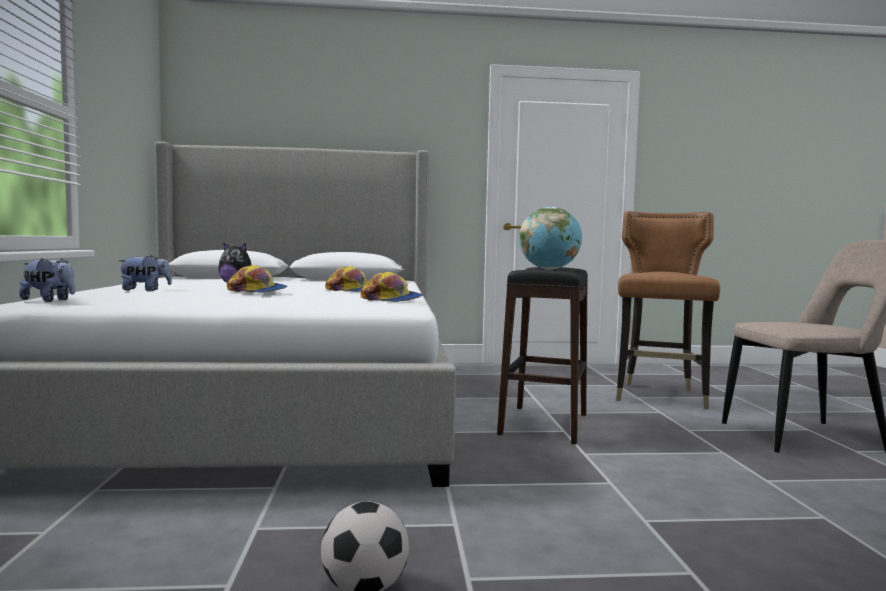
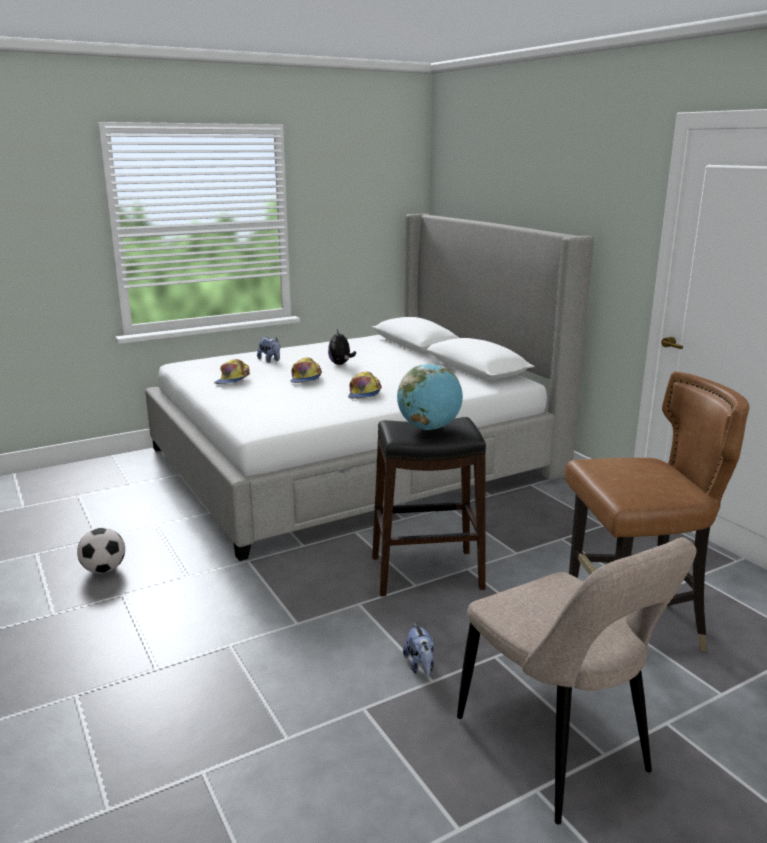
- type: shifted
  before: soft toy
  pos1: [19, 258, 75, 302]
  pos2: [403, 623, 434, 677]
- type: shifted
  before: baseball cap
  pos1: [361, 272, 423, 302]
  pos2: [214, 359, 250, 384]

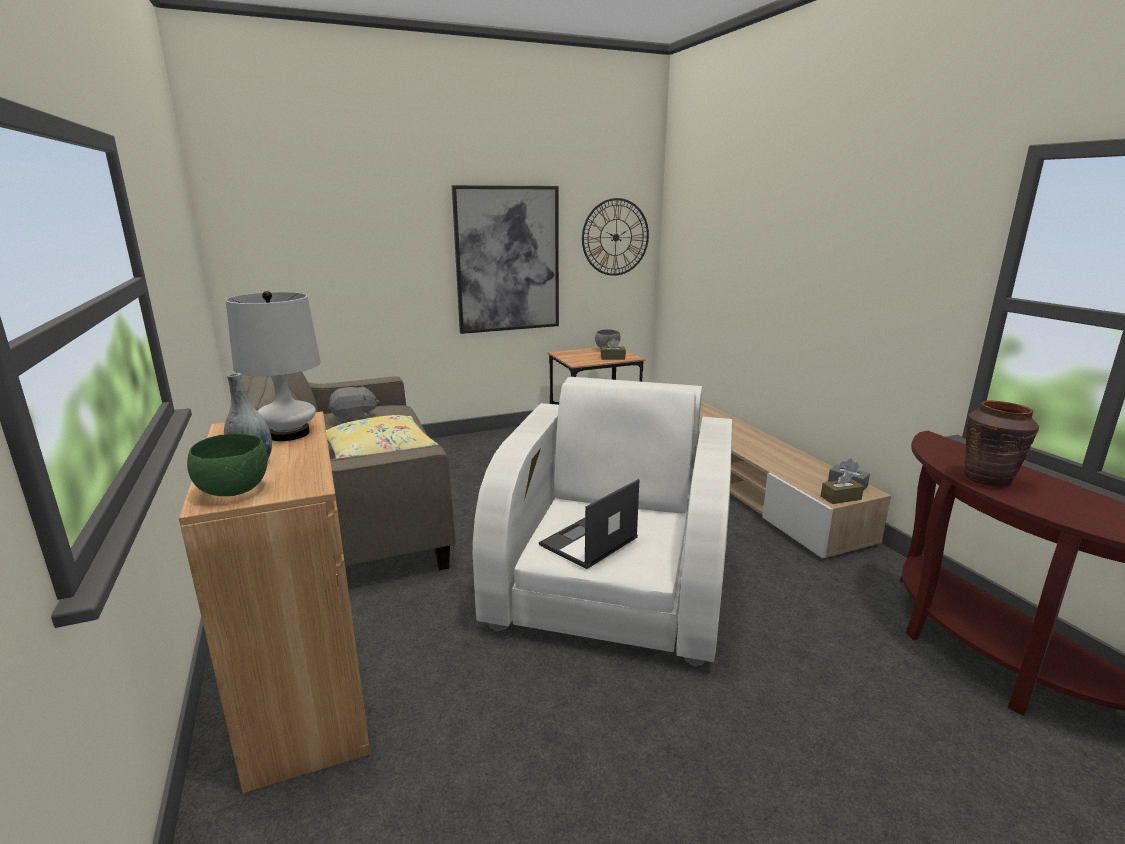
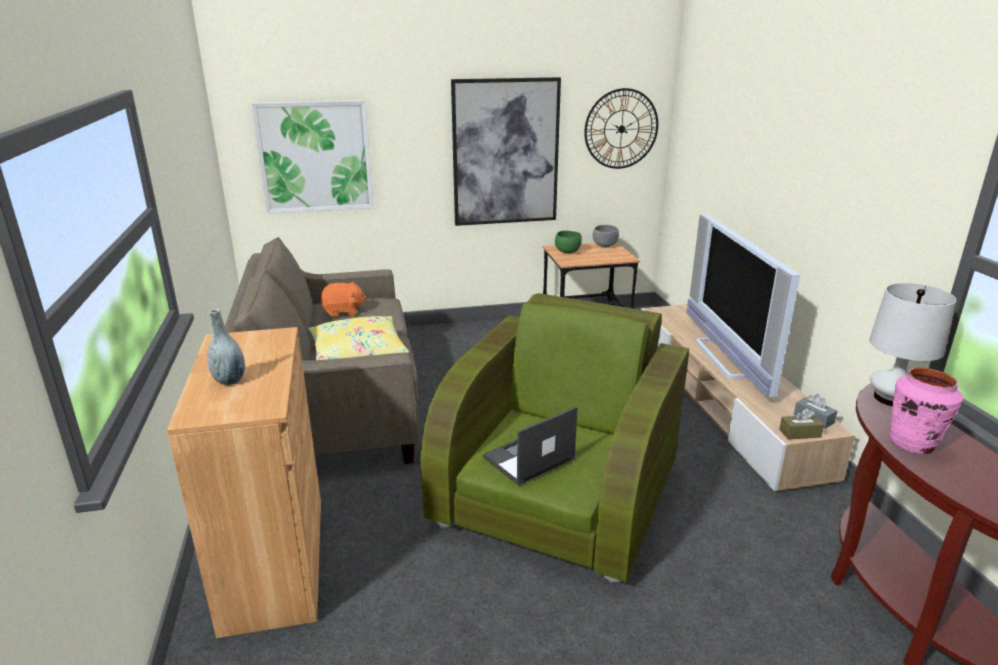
- type: gone
  before: brown tissue box
  pos1: [601, 338, 626, 360]
- type: new
  after: wall art
  pos2: [251, 100, 374, 214]
- type: new
  after: television
  pos2: [686, 214, 800, 397]
- type: shifted
  before: greenish serving bowl
  pos1: [187, 434, 268, 496]
  pos2: [555, 231, 582, 253]
- type: shifted
  before: white-coloured lamp for a table
  pos1: [226, 291, 321, 441]
  pos2: [869, 283, 957, 406]
- type: repainted
  before: grey soft toy
  after: orange-coloured soft toy
  pos1: [328, 386, 379, 423]
  pos2: [320, 282, 367, 317]
- type: repainted
  before: white-coloured armchair
  after: greenish armchair
  pos1: [473, 377, 732, 667]
  pos2: [421, 293, 689, 583]
- type: repainted
  before: brown flower vase
  after: pink flower vase
  pos1: [964, 400, 1039, 487]
  pos2: [890, 367, 963, 455]

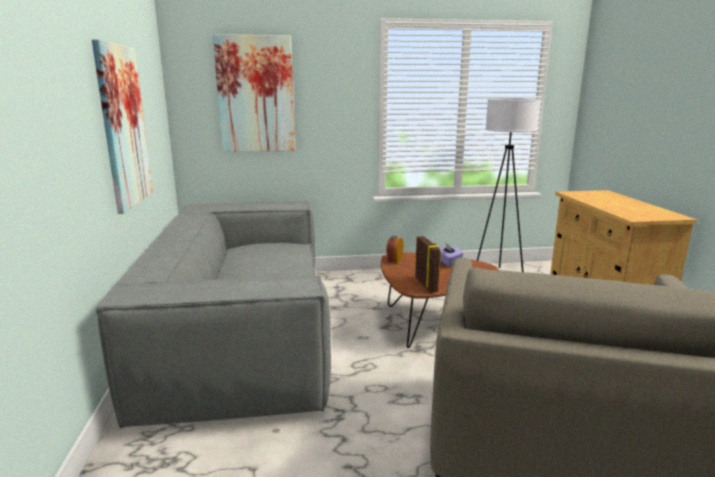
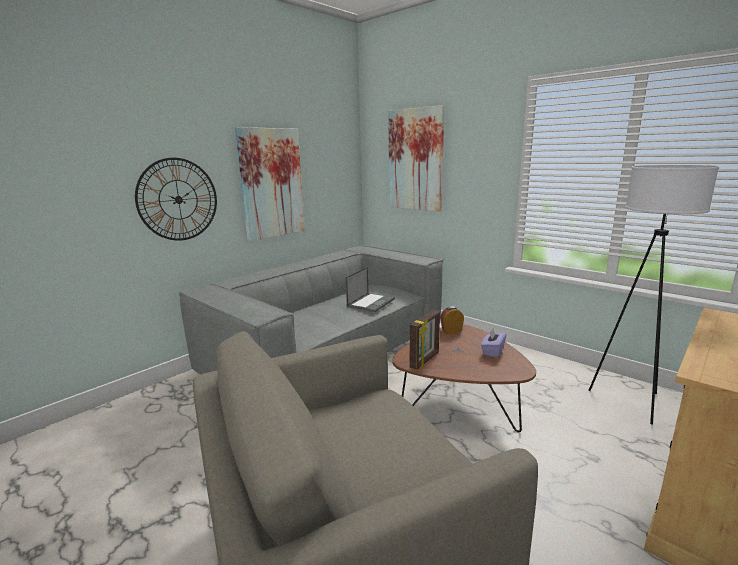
- type: new
  after: clock on the wall
  pos2: [135, 158, 217, 241]
- type: new
  after: portable computer
  pos2: [346, 267, 395, 312]

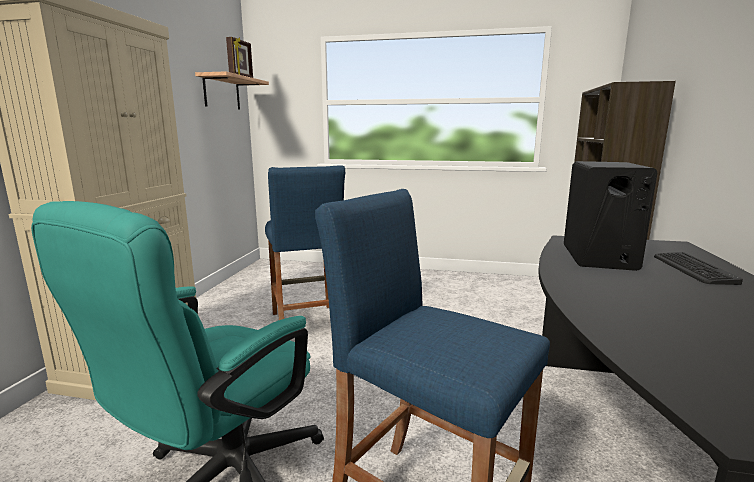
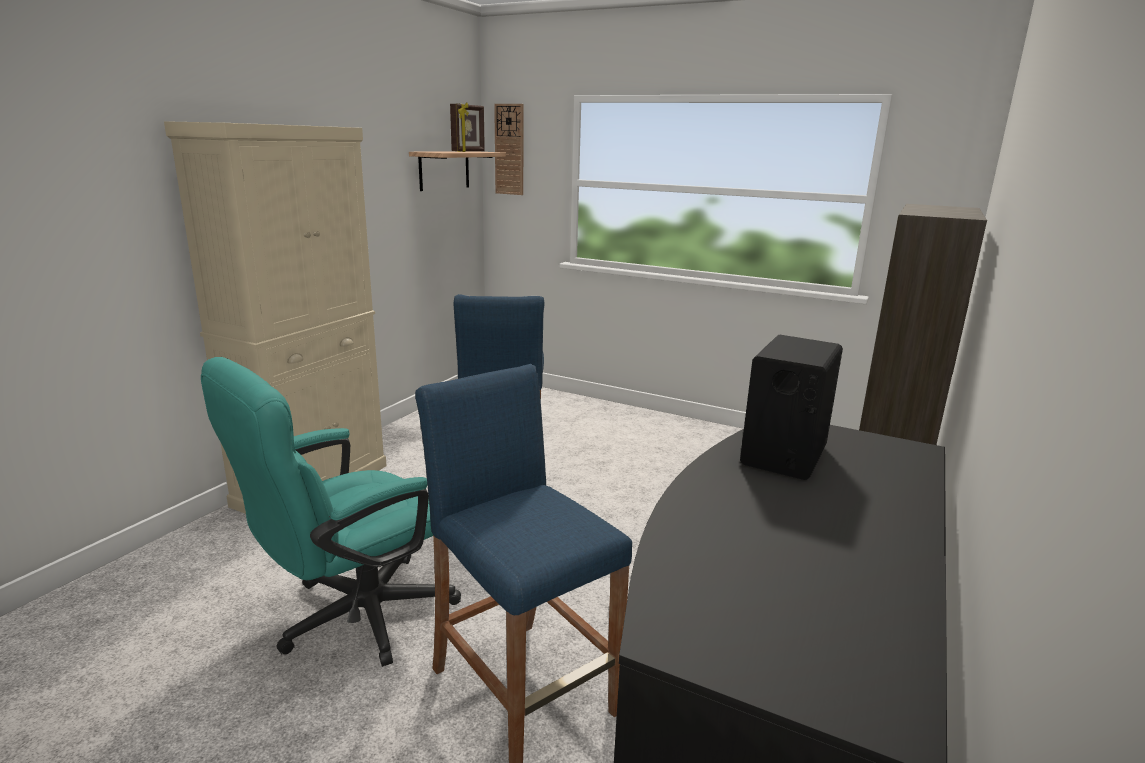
- type: gone
  before: computer keyboard
  pos1: [654, 252, 743, 285]
- type: new
  after: clock on the wall
  pos2: [494, 104, 523, 195]

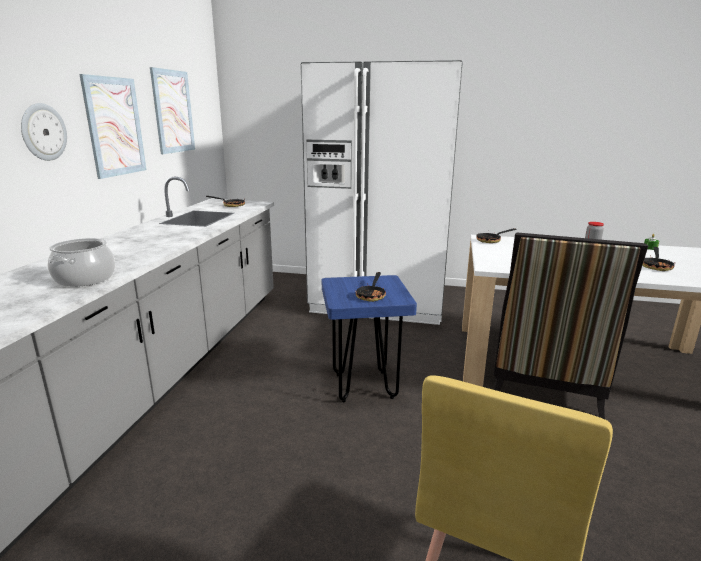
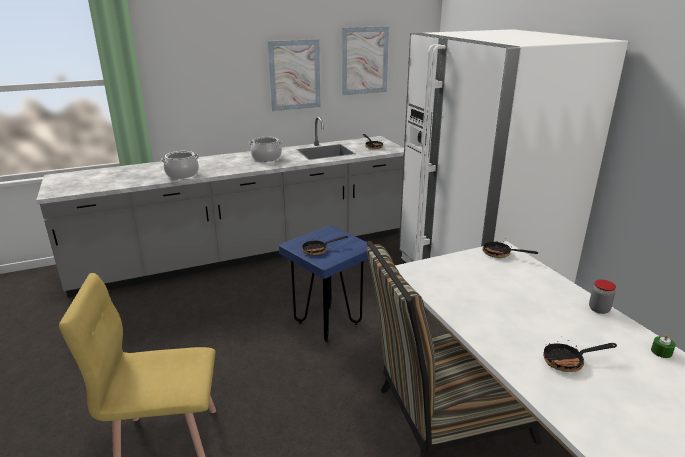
- type: gone
  before: clock on the wall
  pos1: [21, 103, 67, 161]
- type: new
  after: stockpot
  pos2: [249, 137, 283, 162]

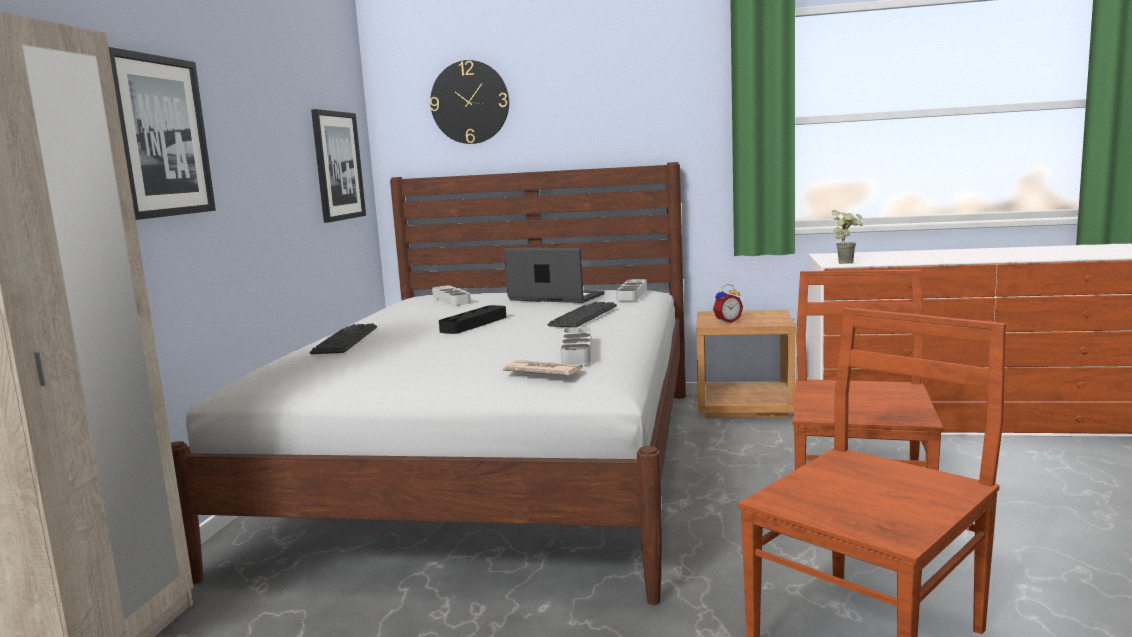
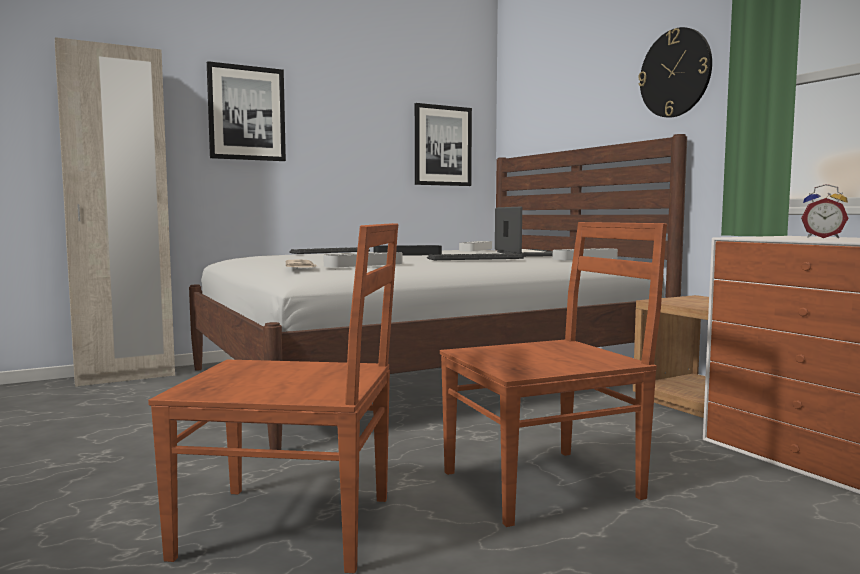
- type: gone
  before: houseplant
  pos1: [831, 210, 863, 264]
- type: shifted
  before: clock on the wall
  pos1: [430, 60, 509, 144]
  pos2: [638, 27, 712, 118]
- type: shifted
  before: bedside clock
  pos1: [713, 284, 743, 323]
  pos2: [801, 184, 848, 238]

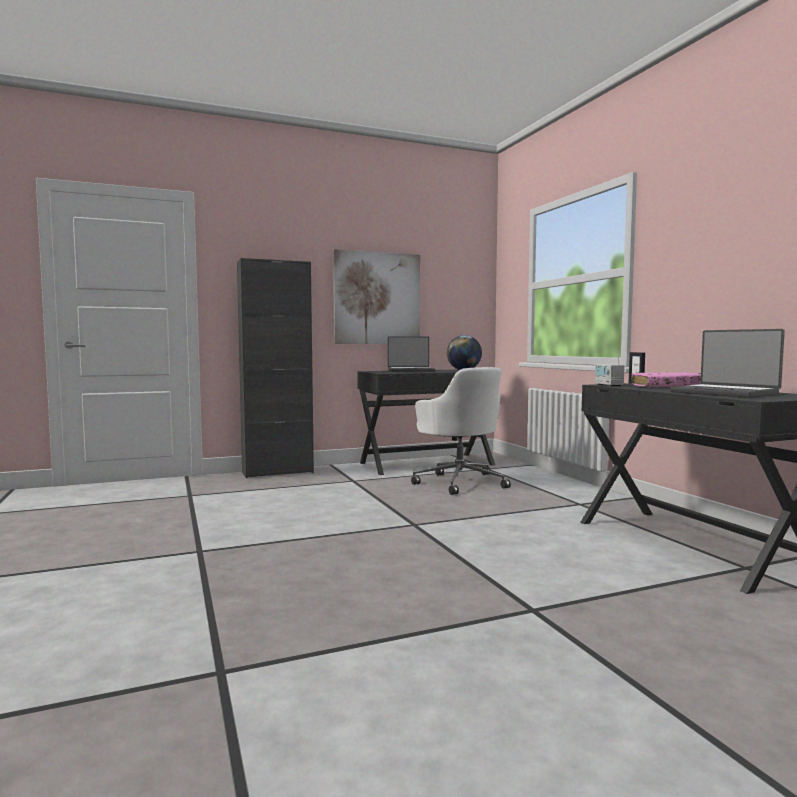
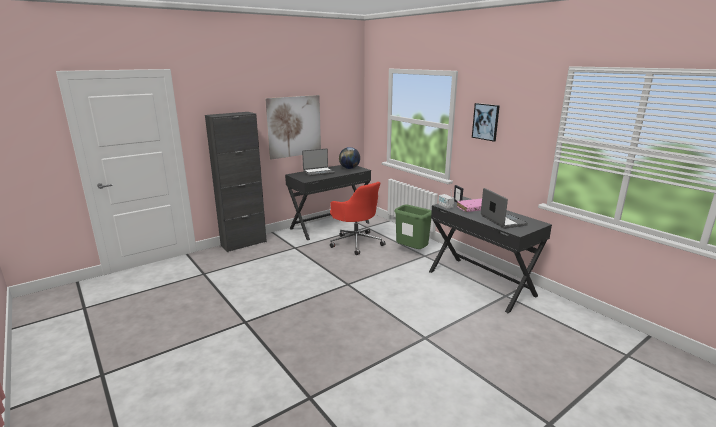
- type: new
  after: greenish trash can
  pos2: [394, 204, 432, 249]
- type: new
  after: wall art
  pos2: [472, 103, 500, 141]
- type: repainted
  before: white-coloured computer chair
  after: reddish computer chair
  pos1: [411, 367, 511, 495]
  pos2: [330, 182, 386, 255]
- type: rotated
  before: portable computer
  pos1: [670, 329, 785, 398]
  pos2: [481, 188, 528, 229]
  turn: -150

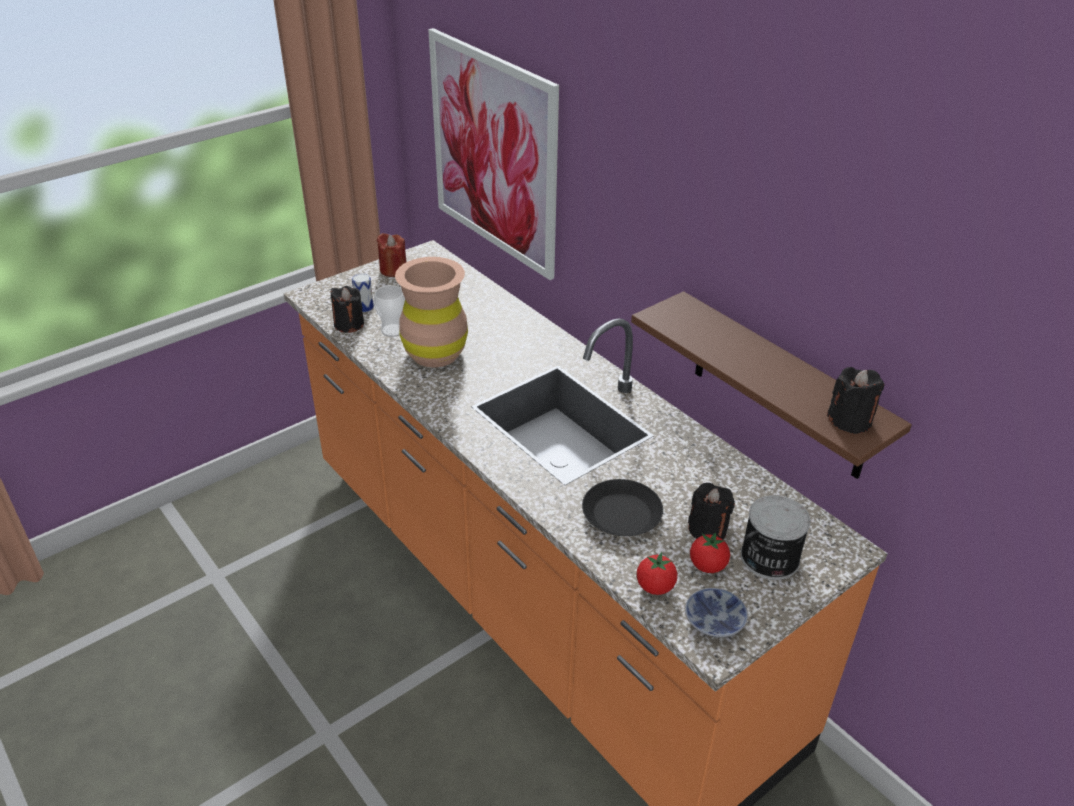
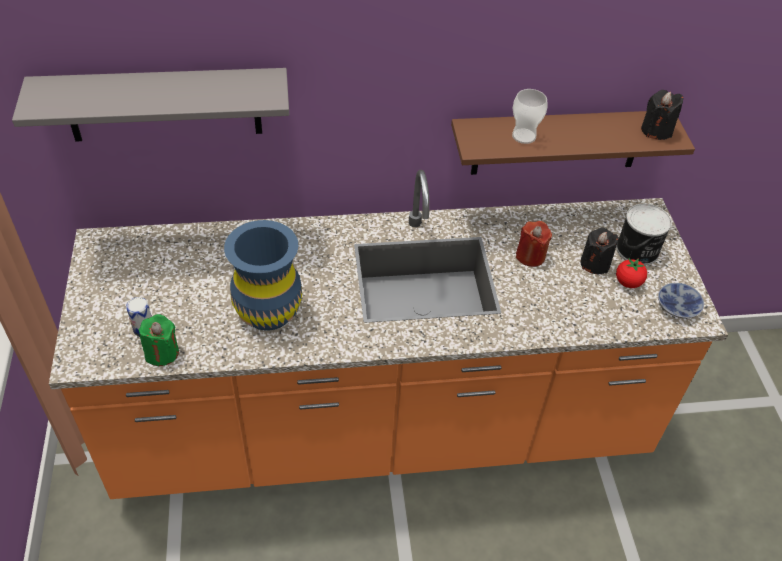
- type: gone
  before: blackish plate
  pos1: [582, 479, 663, 536]
- type: gone
  before: fresh tomato
  pos1: [637, 552, 677, 595]
- type: shifted
  before: drinking cup
  pos1: [374, 285, 405, 337]
  pos2: [512, 89, 548, 144]
- type: shifted
  before: reddish wax light
  pos1: [377, 233, 406, 277]
  pos2: [516, 221, 552, 267]
- type: swapped
  before: wall art
  after: grey wall shelf
  pos1: [428, 28, 559, 280]
  pos2: [12, 68, 289, 142]
- type: repainted
  before: blackish wax light
  after: greenish wax light
  pos1: [331, 286, 364, 333]
  pos2: [139, 314, 179, 366]
- type: repainted
  before: brown flower vase
  after: blue flower vase
  pos1: [395, 257, 468, 368]
  pos2: [224, 220, 302, 331]

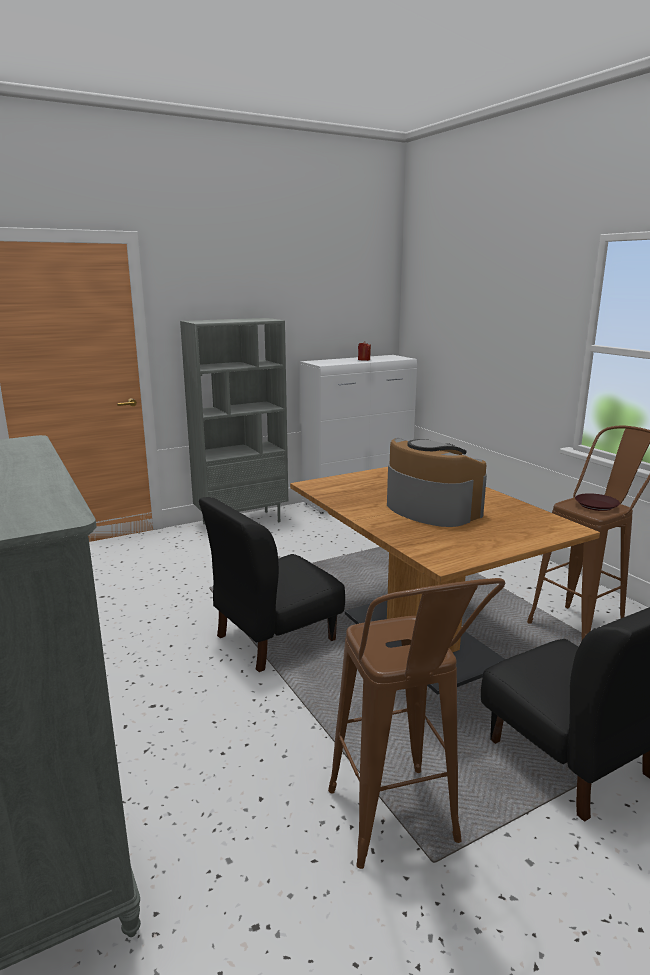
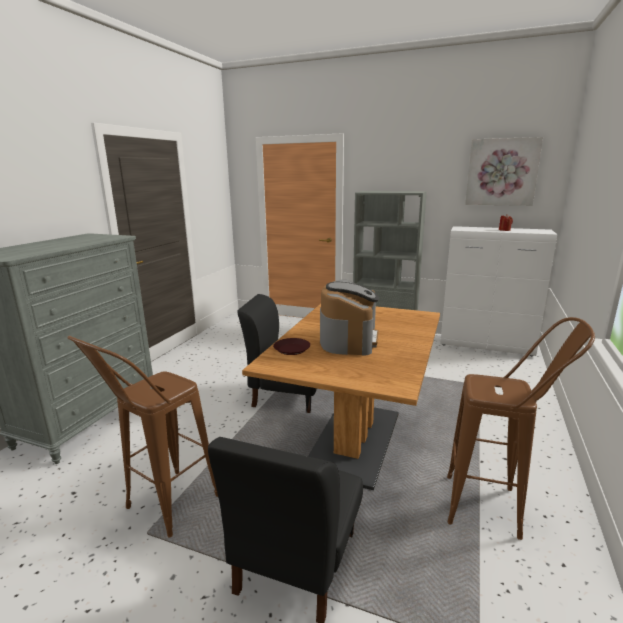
- type: new
  after: wall art
  pos2: [465, 137, 543, 206]
- type: shifted
  before: brown plate
  pos1: [575, 493, 620, 511]
  pos2: [273, 338, 310, 355]

